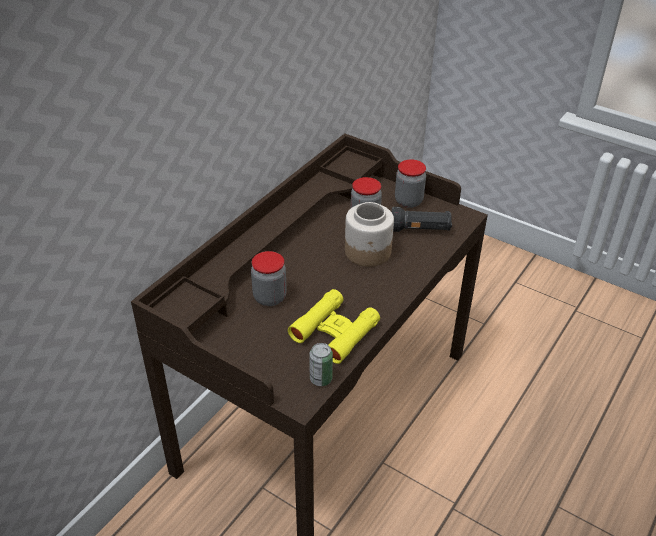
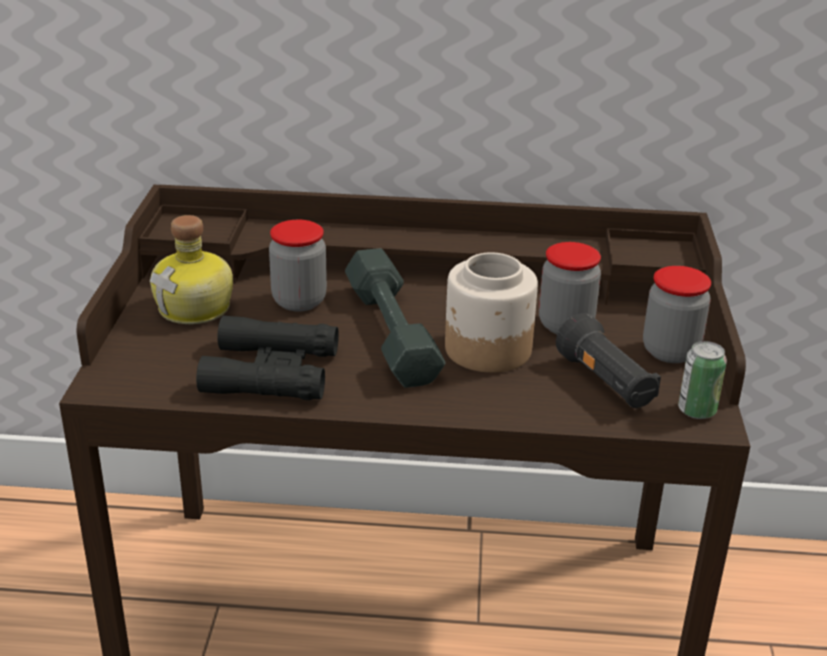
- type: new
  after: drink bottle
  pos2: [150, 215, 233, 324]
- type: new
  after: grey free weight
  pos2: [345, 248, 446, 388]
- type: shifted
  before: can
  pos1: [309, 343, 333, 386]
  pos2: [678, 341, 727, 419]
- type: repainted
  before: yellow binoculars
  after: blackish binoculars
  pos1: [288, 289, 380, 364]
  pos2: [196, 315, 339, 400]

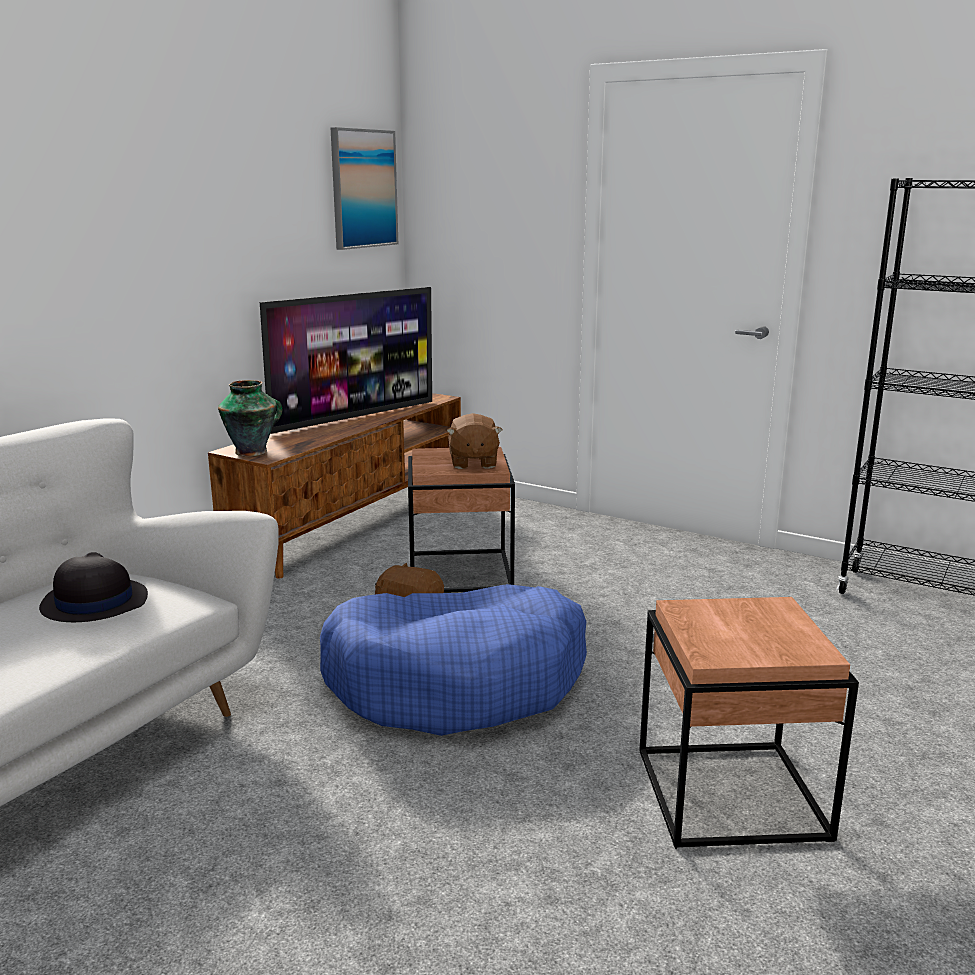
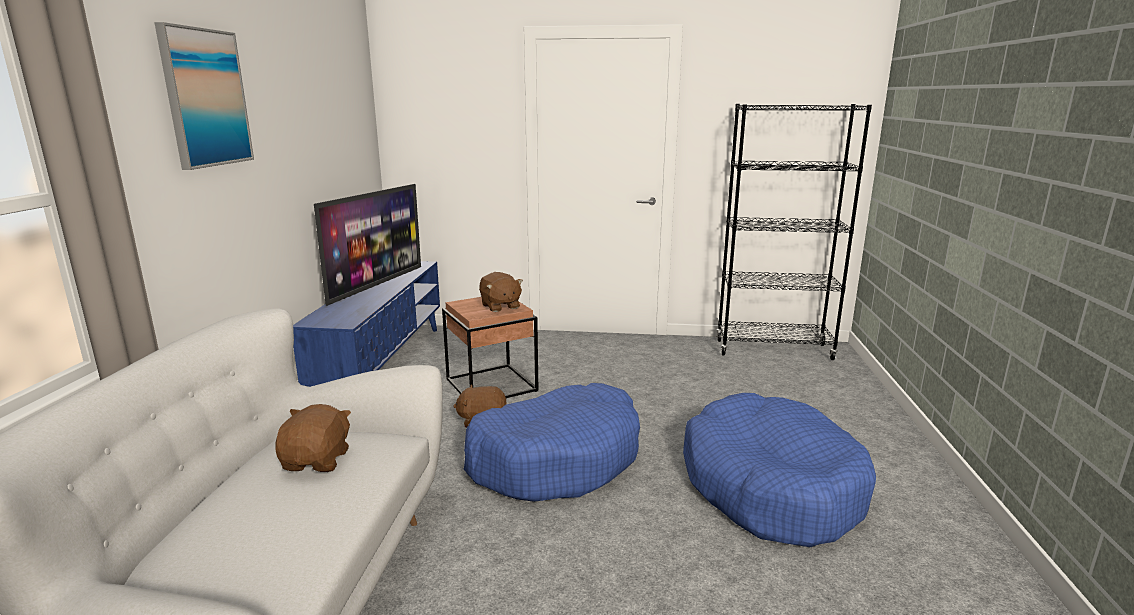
- type: gone
  before: flower vase
  pos1: [218, 380, 282, 456]
- type: shifted
  before: wall art
  pos1: [331, 127, 398, 250]
  pos2: [154, 22, 254, 170]
- type: swapped
  before: blackish clothing hat
  after: brown soft toy
  pos1: [39, 552, 148, 622]
  pos2: [275, 404, 351, 472]
- type: swapped
  before: brown accent table
  after: blue dog bed
  pos1: [639, 597, 859, 849]
  pos2: [683, 393, 876, 547]
- type: repainted
  before: brown media console
  after: blue media console
  pos1: [208, 393, 461, 579]
  pos2: [293, 261, 440, 387]

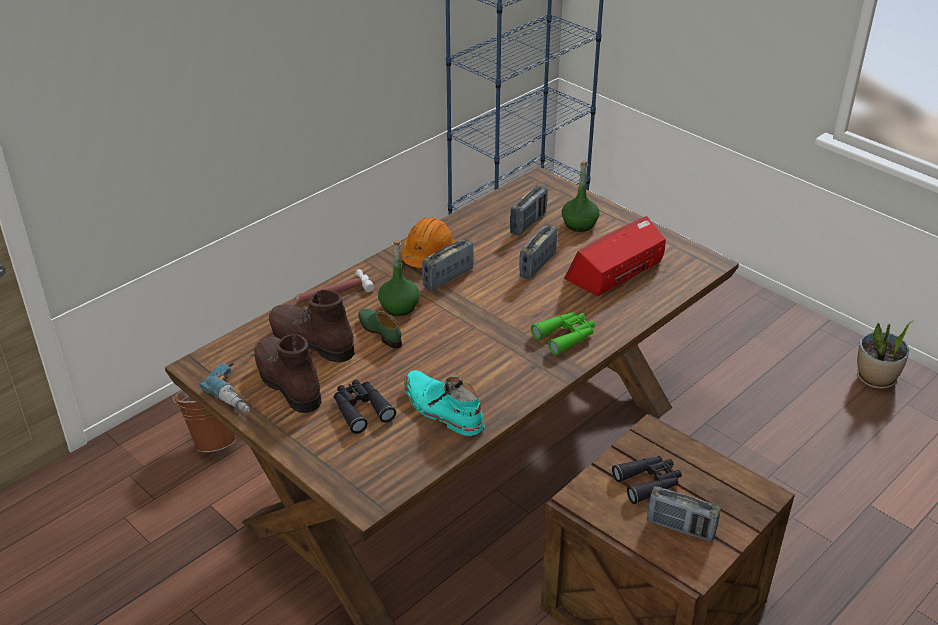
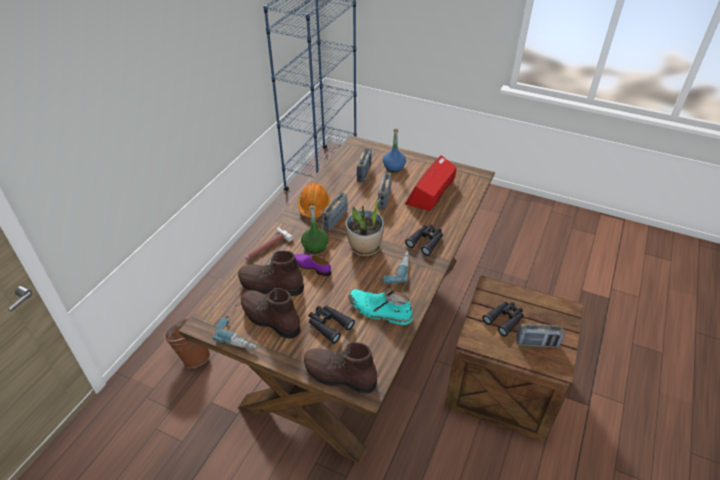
- type: new
  after: brown tall boot
  pos2: [304, 342, 377, 394]
- type: new
  after: electric drill
  pos2: [379, 251, 409, 283]
- type: shifted
  before: houseplant
  pos1: [857, 321, 914, 389]
  pos2: [345, 199, 384, 256]
- type: repainted
  before: greenish item of footwear
  after: purplish item of footwear
  pos1: [358, 309, 402, 348]
  pos2: [295, 254, 331, 276]
- type: repainted
  before: greenish binoculars
  after: blackish binoculars
  pos1: [531, 312, 595, 355]
  pos2: [405, 224, 443, 256]
- type: repainted
  before: greenish drink bottle
  after: blue drink bottle
  pos1: [562, 161, 599, 232]
  pos2: [383, 128, 406, 172]

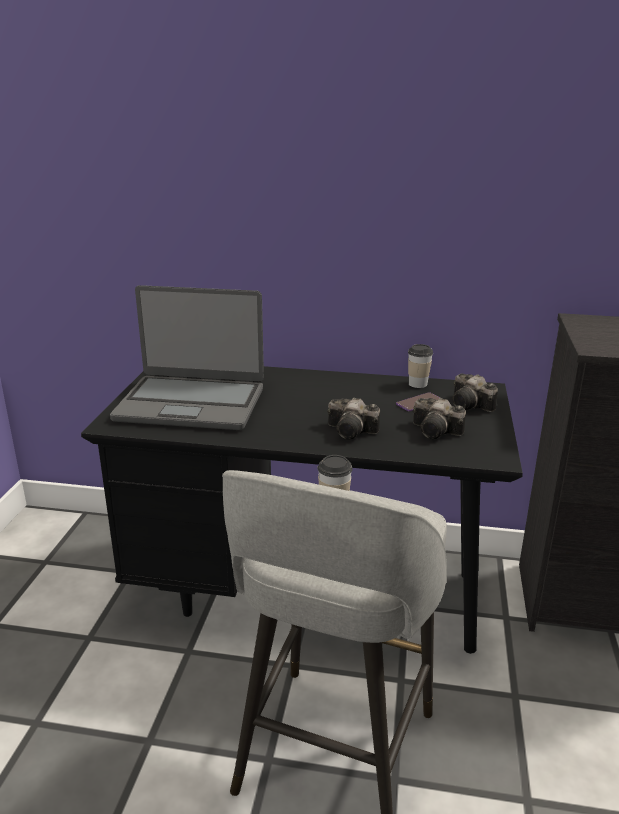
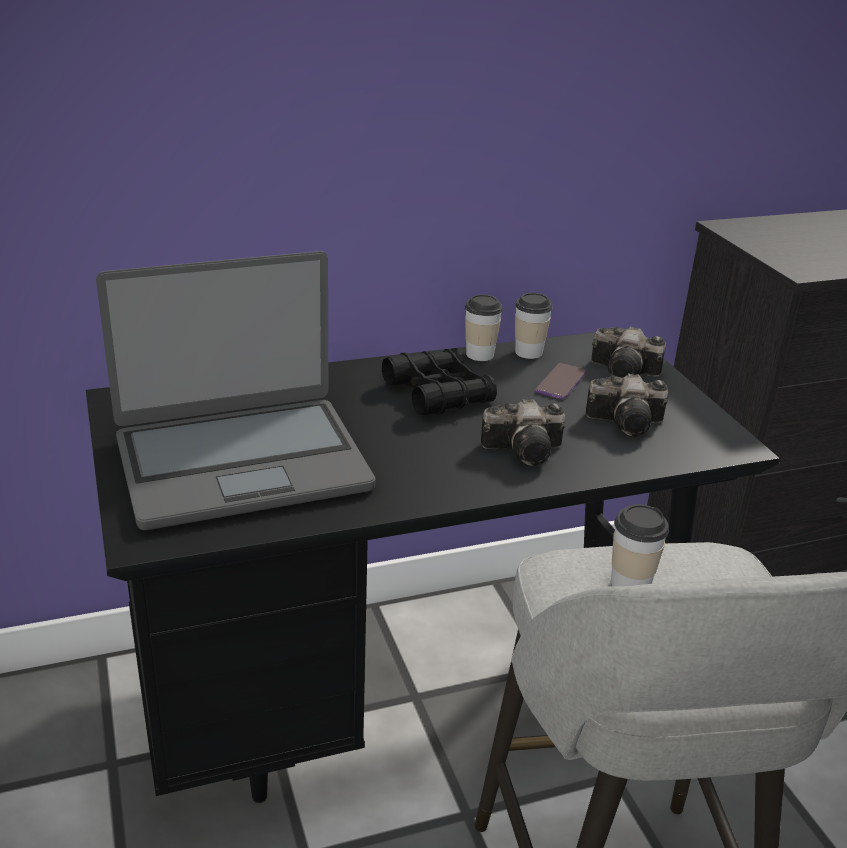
- type: new
  after: blackish binoculars
  pos2: [382, 348, 497, 415]
- type: new
  after: drinking cup
  pos2: [465, 294, 503, 361]

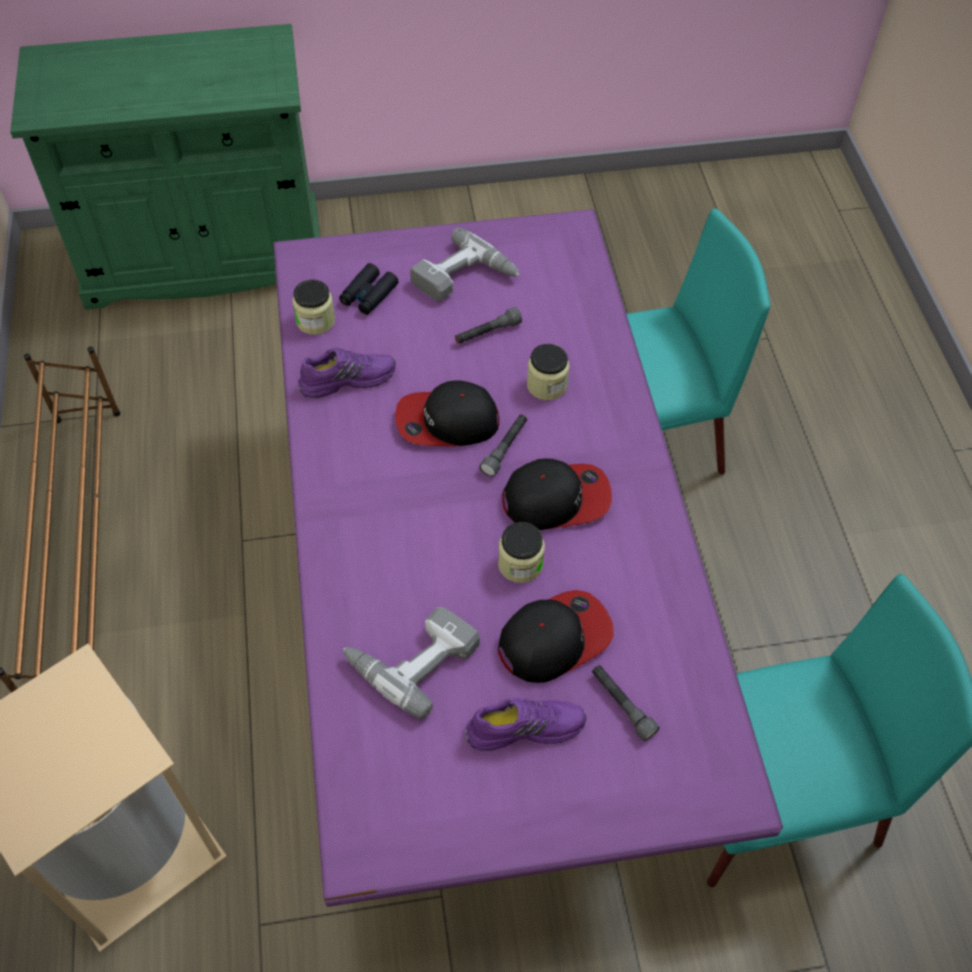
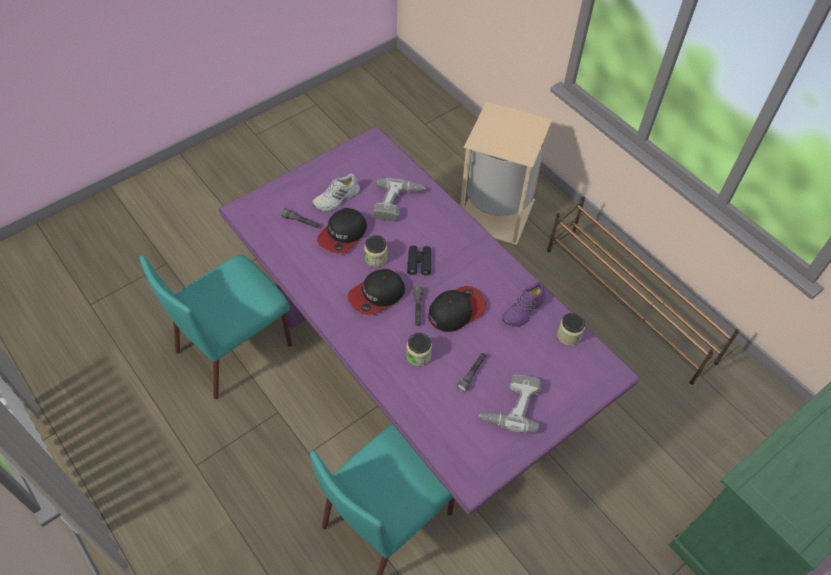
- type: shifted
  before: blackish binoculars
  pos1: [339, 263, 399, 315]
  pos2: [407, 245, 431, 276]
- type: repainted
  before: purplish item of footwear
  after: white-coloured item of footwear
  pos1: [465, 697, 586, 751]
  pos2: [312, 173, 360, 212]

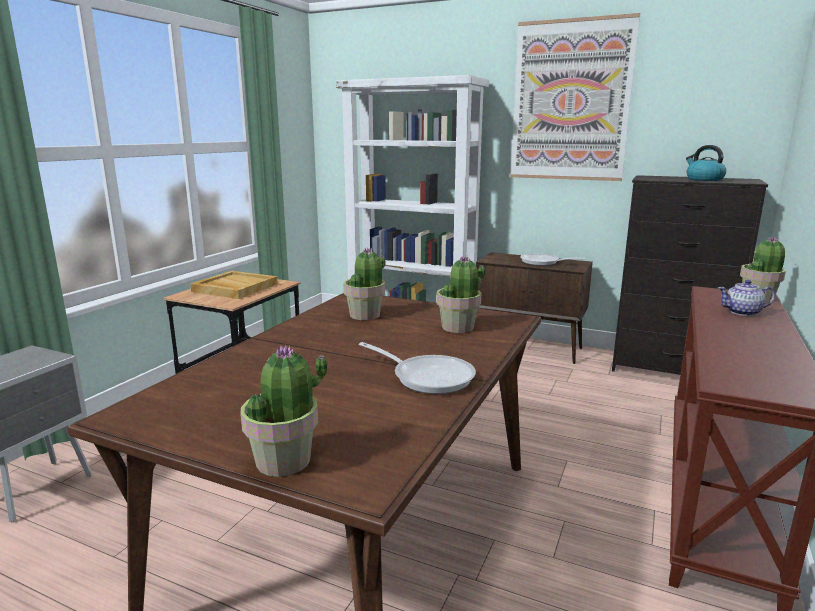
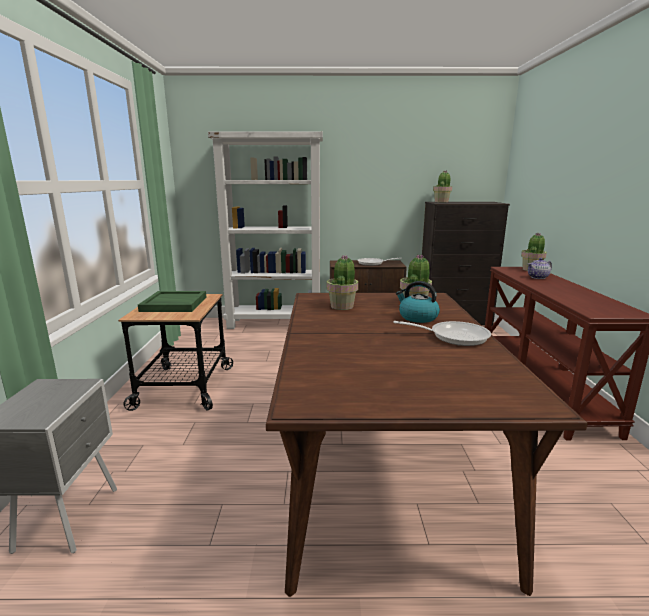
- type: gone
  before: wall art
  pos1: [510, 13, 640, 181]
- type: shifted
  before: houseplant
  pos1: [240, 345, 328, 477]
  pos2: [433, 171, 452, 202]
- type: shifted
  before: kettle
  pos1: [686, 145, 726, 181]
  pos2: [396, 281, 440, 323]
- type: repainted
  before: sand-coloured carrying tray
  after: greenish carrying tray
  pos1: [190, 271, 278, 299]
  pos2: [138, 291, 206, 312]

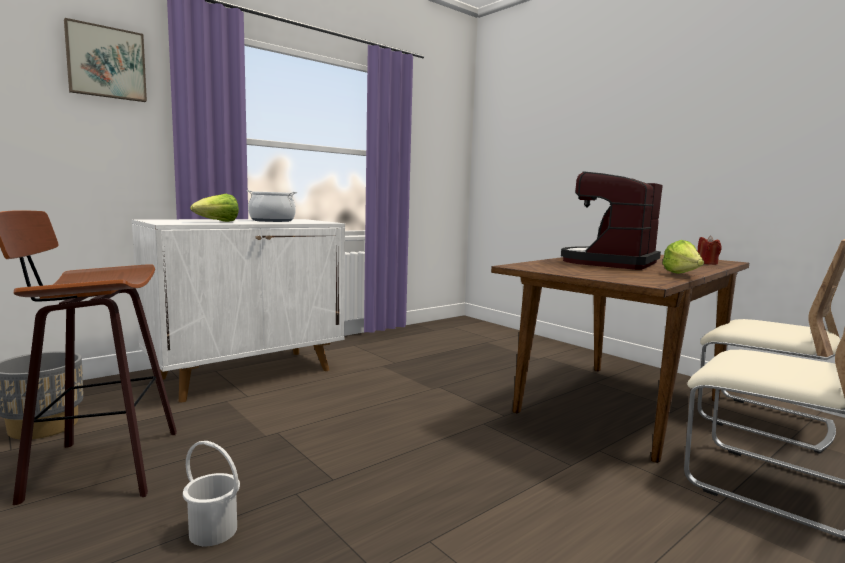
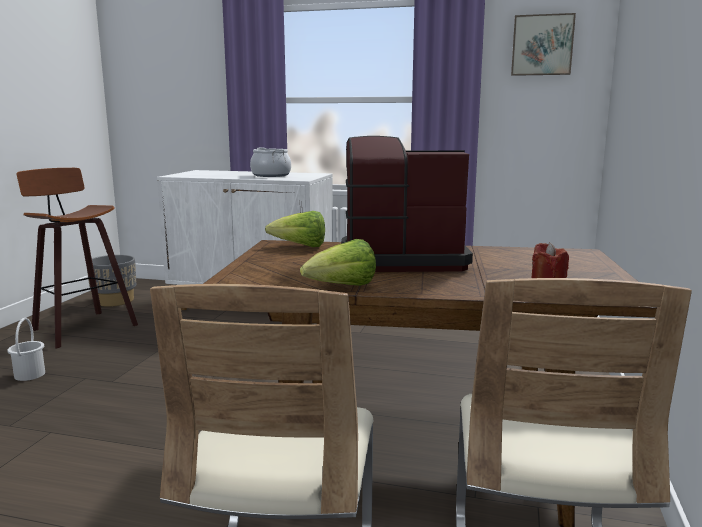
- type: shifted
  before: wall art
  pos1: [64, 18, 147, 102]
  pos2: [511, 13, 576, 76]
- type: shifted
  before: lettuce head
  pos1: [190, 194, 239, 222]
  pos2: [265, 211, 325, 247]

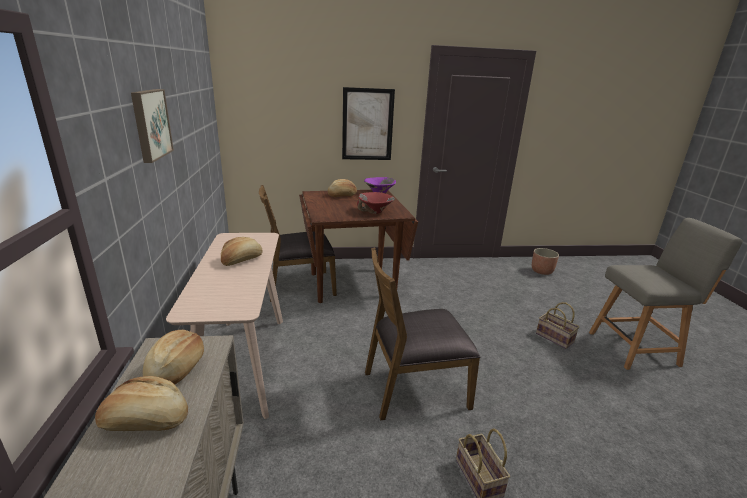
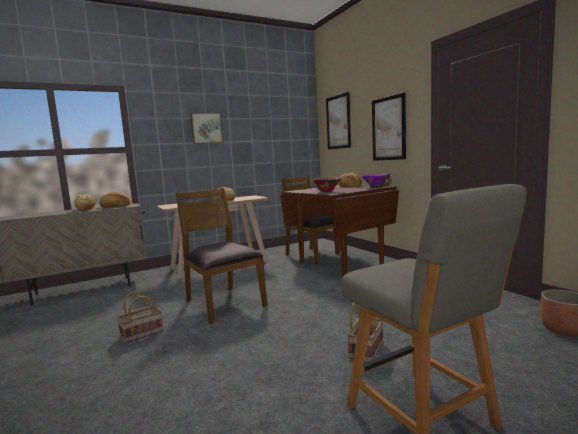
- type: new
  after: wall art
  pos2: [326, 92, 351, 149]

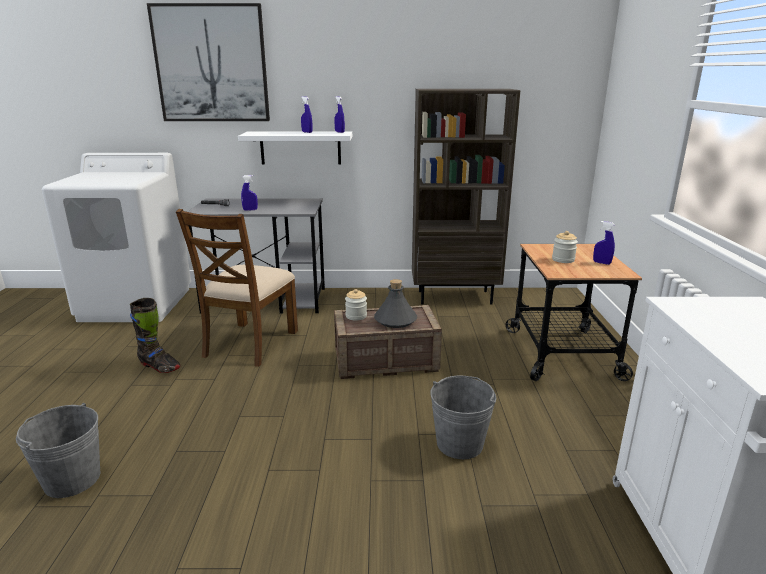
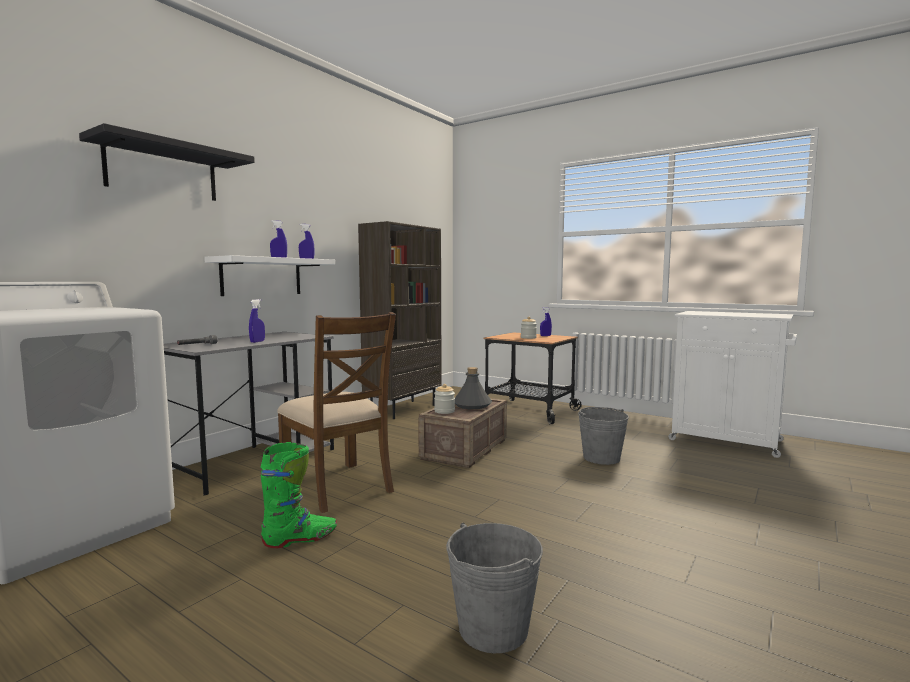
- type: swapped
  before: wall art
  after: blackish wall shelf
  pos1: [147, 3, 270, 121]
  pos2: [79, 123, 255, 201]
- type: repainted
  before: blackish tall boot
  after: greenish tall boot
  pos1: [130, 298, 180, 373]
  pos2: [261, 442, 337, 548]

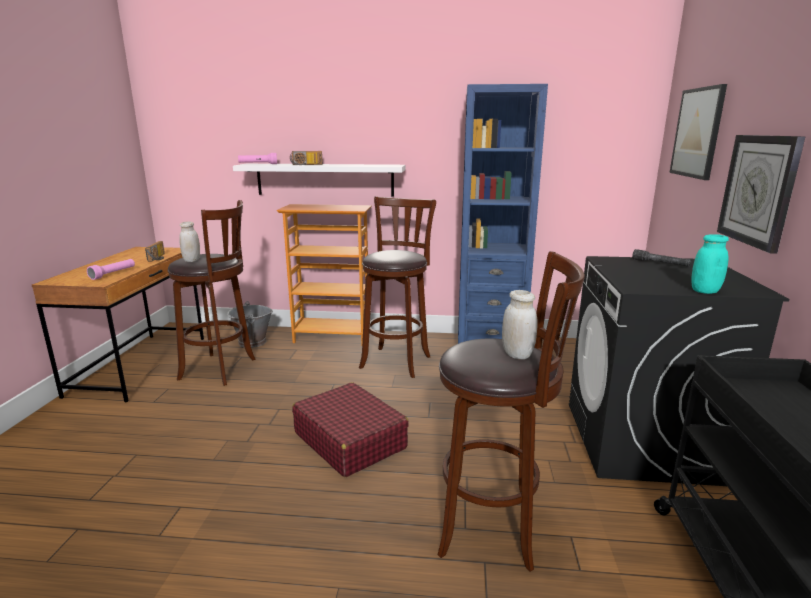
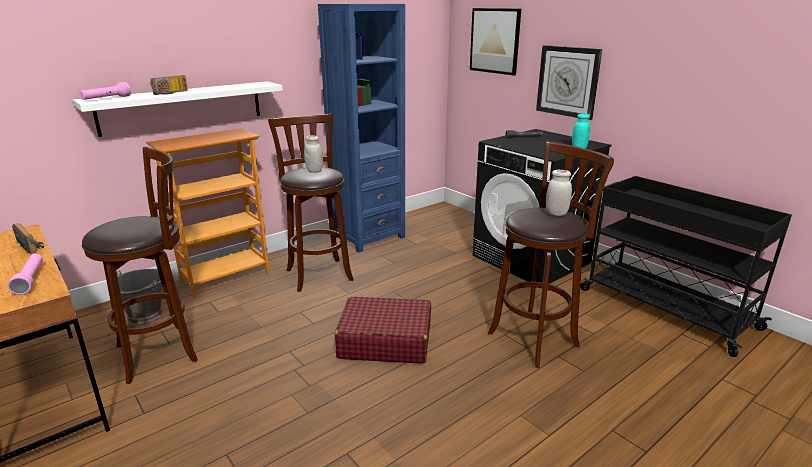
- type: shifted
  before: white-coloured preserve jar
  pos1: [179, 222, 200, 262]
  pos2: [304, 135, 323, 173]

